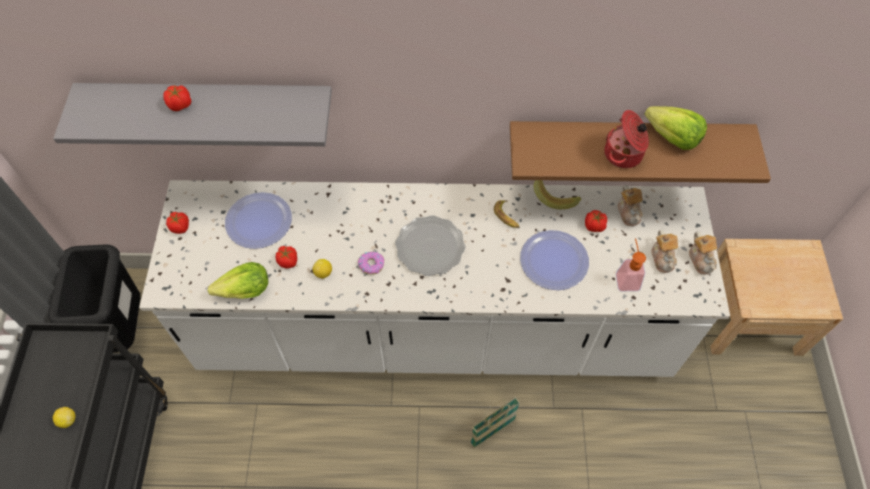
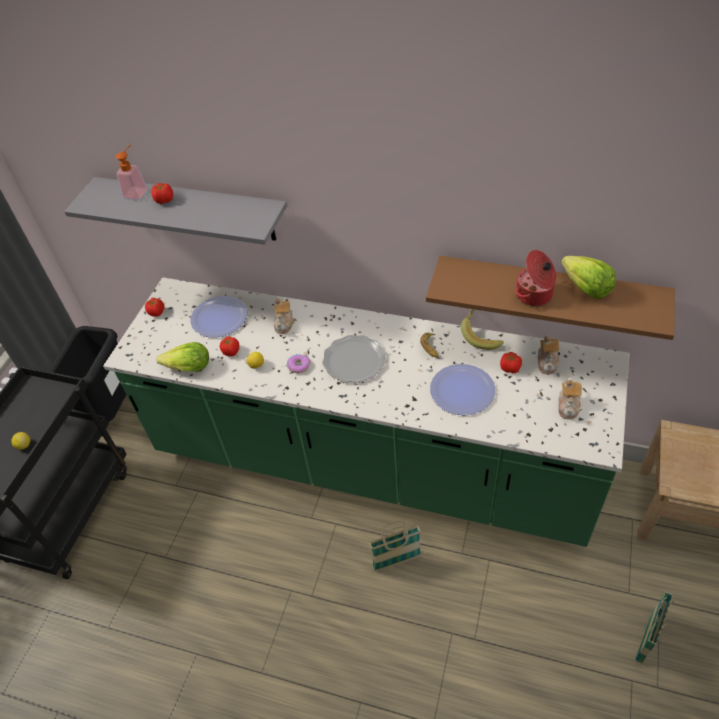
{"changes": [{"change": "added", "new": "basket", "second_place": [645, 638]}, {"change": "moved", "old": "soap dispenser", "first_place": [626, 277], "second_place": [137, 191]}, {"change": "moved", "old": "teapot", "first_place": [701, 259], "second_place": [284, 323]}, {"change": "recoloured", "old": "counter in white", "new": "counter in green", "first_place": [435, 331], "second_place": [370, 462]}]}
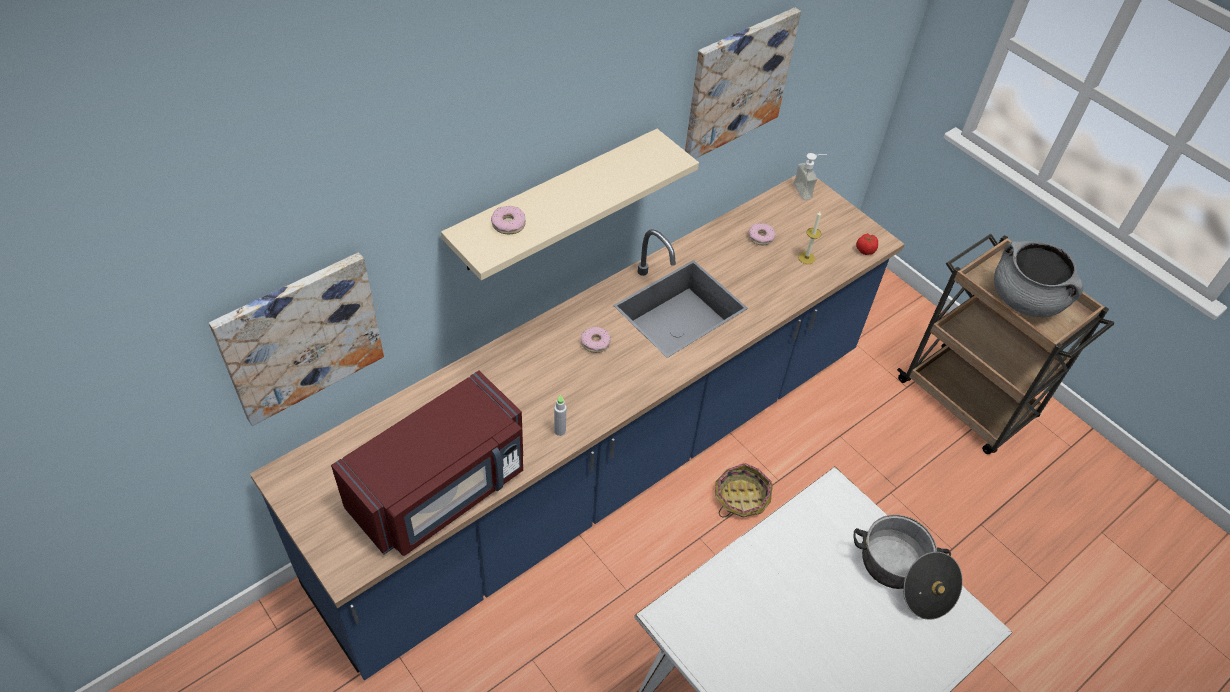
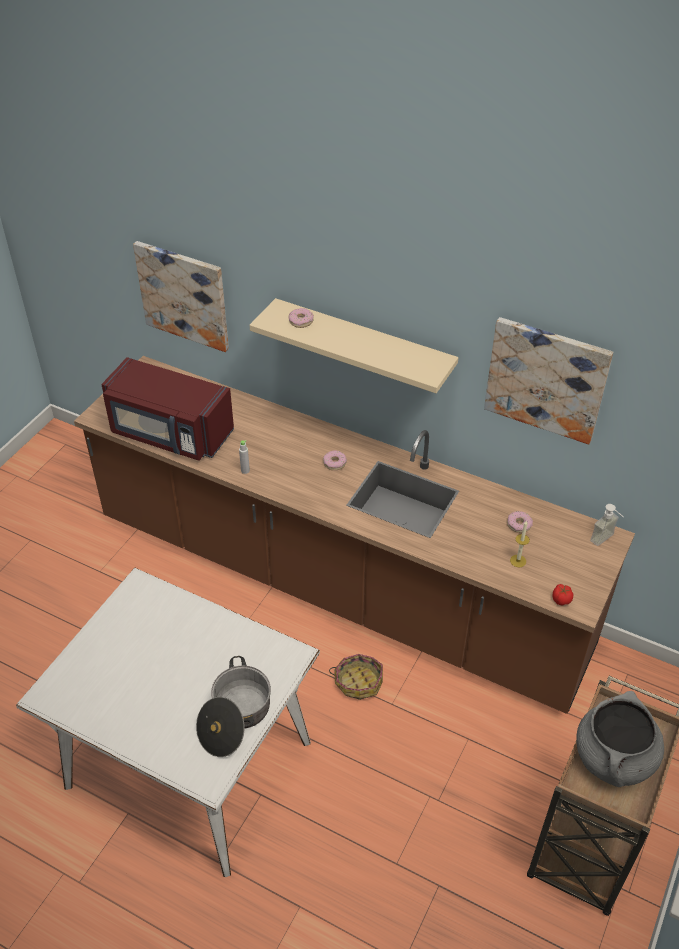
{"changes": [{"change": "recoloured", "old": "counter in blue", "new": "counter in brown", "first_place": [605, 464], "second_place": [339, 583]}]}
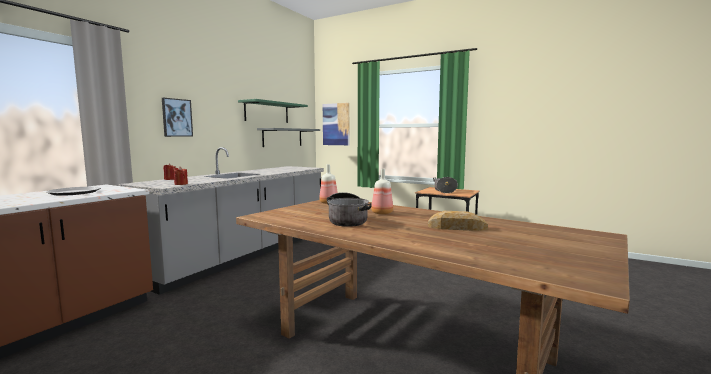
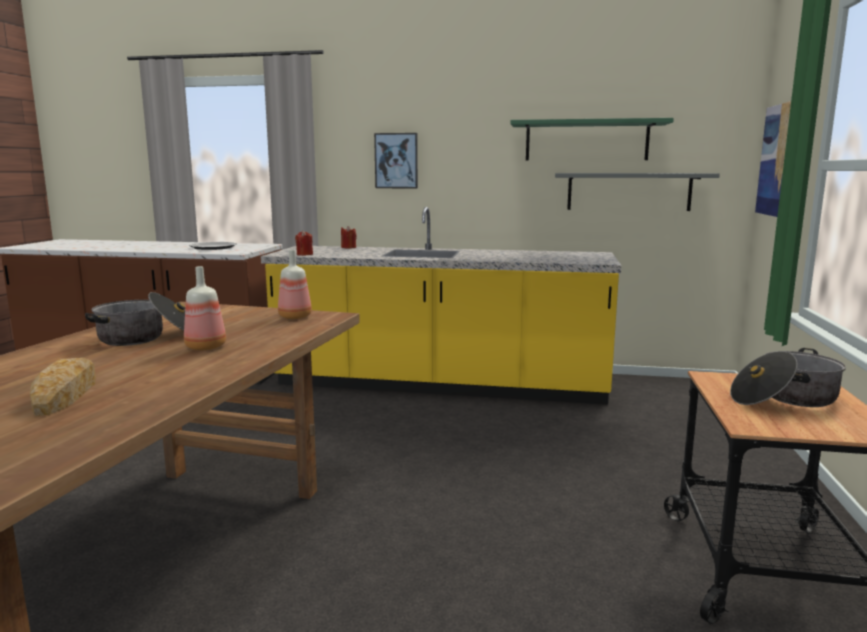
{"changes": [{"change": "recoloured", "old": "counter in grey", "new": "counter in yellow", "first_place": [245, 254], "second_place": [440, 385]}]}
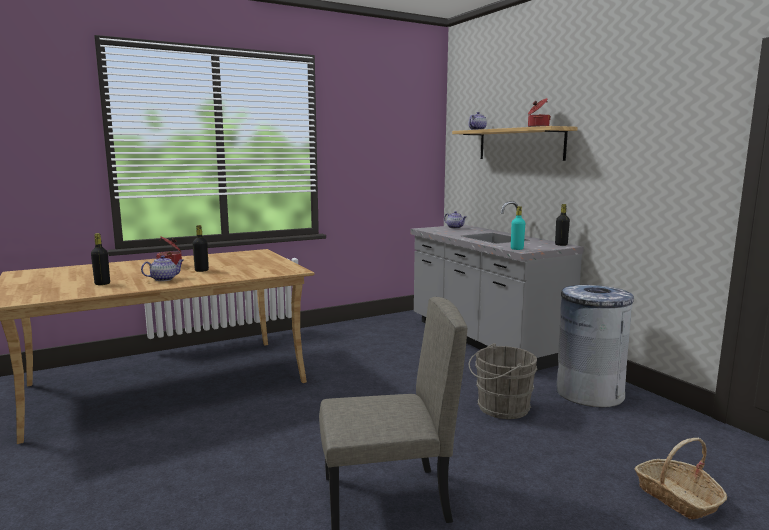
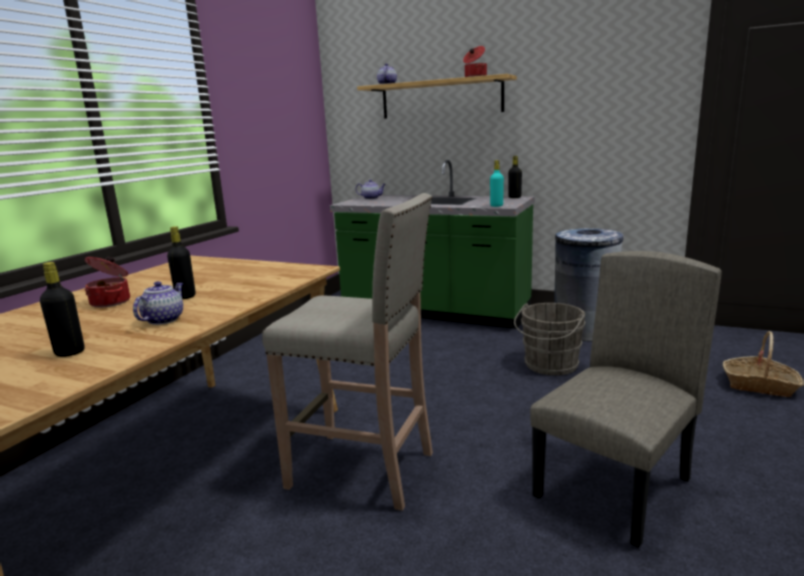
{"changes": [{"change": "added", "new": "stool in beige", "second_place": [364, 470]}, {"change": "recoloured", "old": "counter in grey", "new": "counter in green", "first_place": [483, 340], "second_place": [434, 312]}]}
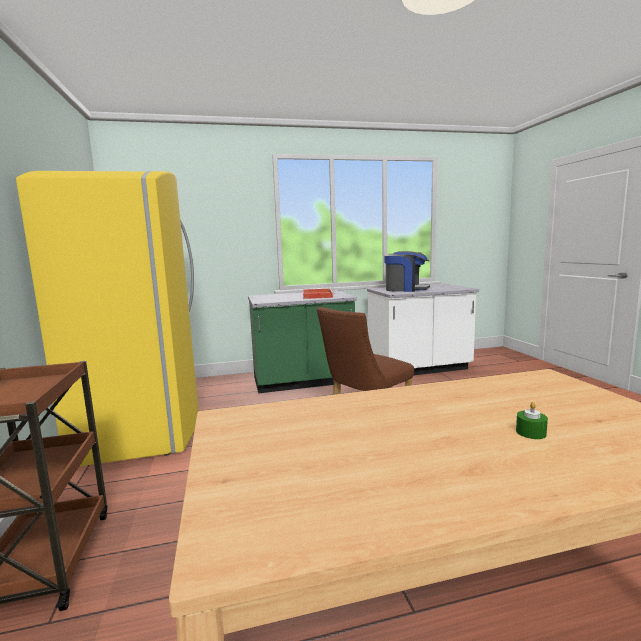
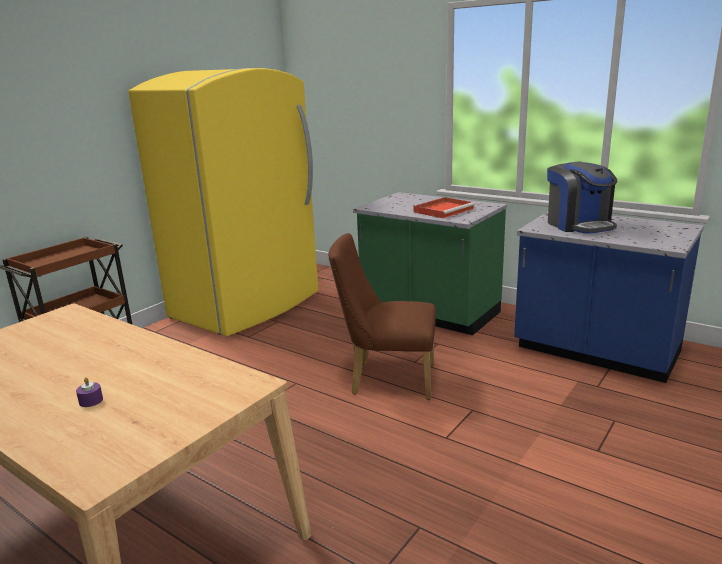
{"changes": [{"change": "recoloured", "old": "counter in white", "new": "counter in blue", "first_place": [419, 368], "second_place": [595, 352]}, {"change": "recoloured", "old": "candle in green", "new": "candle in purple", "first_place": [531, 432], "second_place": [91, 401]}]}
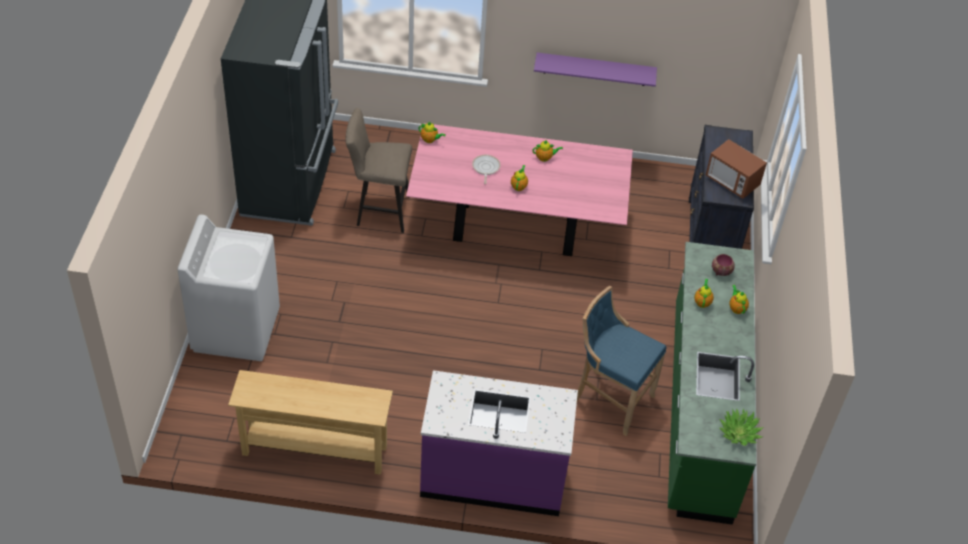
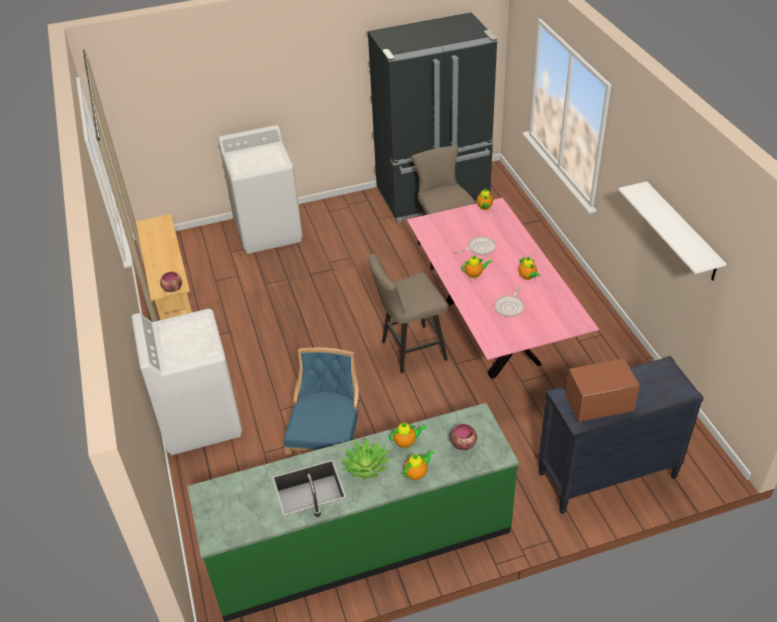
{"changes": [{"change": "removed", "old": "shelf in purple", "first_place": [595, 69]}, {"change": "added", "new": "bowl", "second_place": [173, 289]}, {"change": "added", "new": "stool in beige", "second_place": [409, 351]}, {"change": "added", "new": "frying pan", "second_place": [510, 307]}, {"change": "added", "new": "shelf in white", "second_place": [681, 232]}, {"change": "moved", "old": "potted plant", "first_place": [739, 432], "second_place": [366, 465]}, {"change": "replaced", "old": "counter in purple", "new": "washing machine in white", "first_place": [493, 476], "second_place": [200, 419]}, {"change": "turned", "old": "microwave", "first_place": [732, 182], "second_place": [598, 404], "degrees": 60}]}
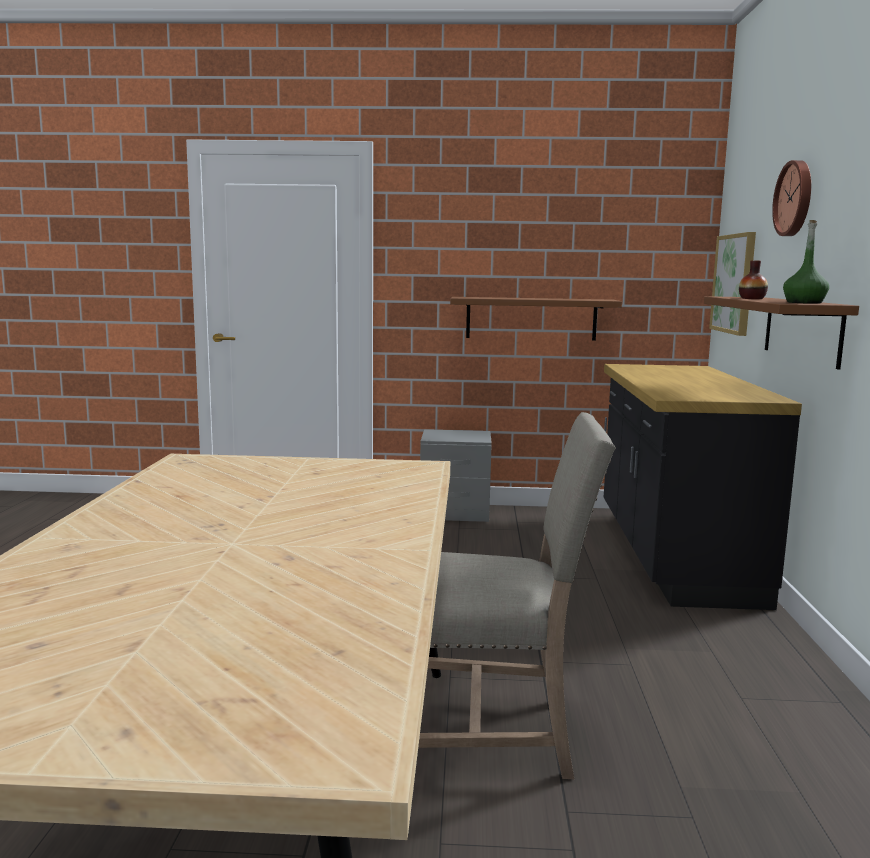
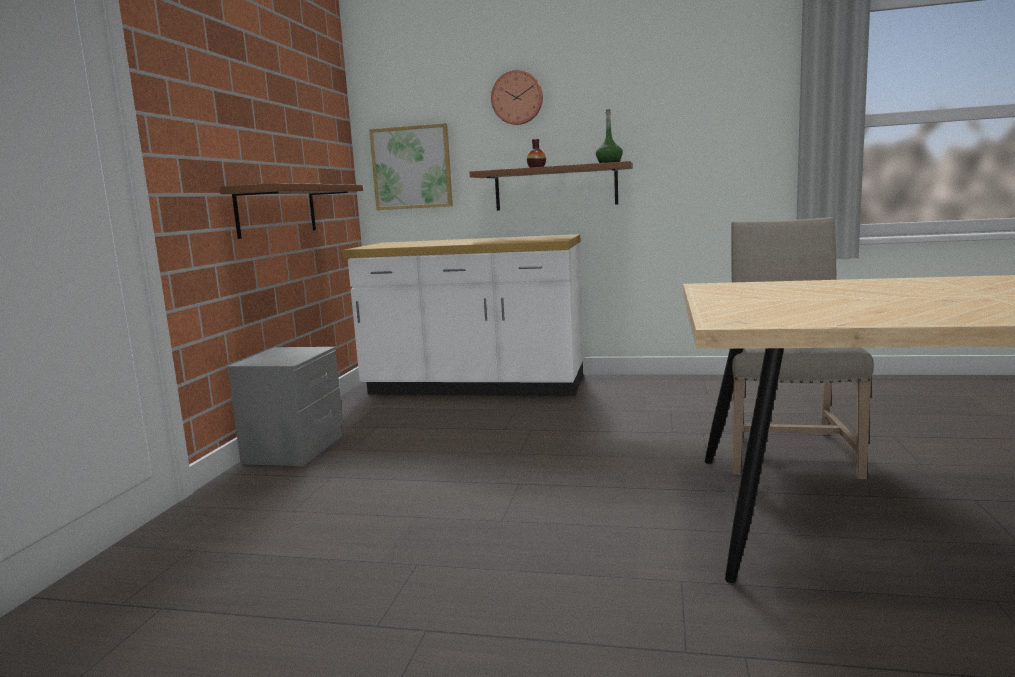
{"changes": [{"change": "recoloured", "old": "counter in black", "new": "counter in white", "first_place": [672, 555], "second_place": [474, 387]}]}
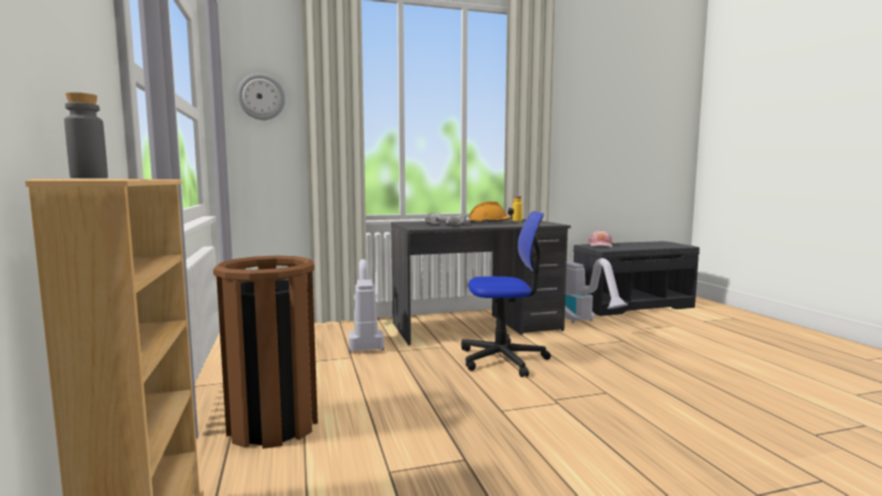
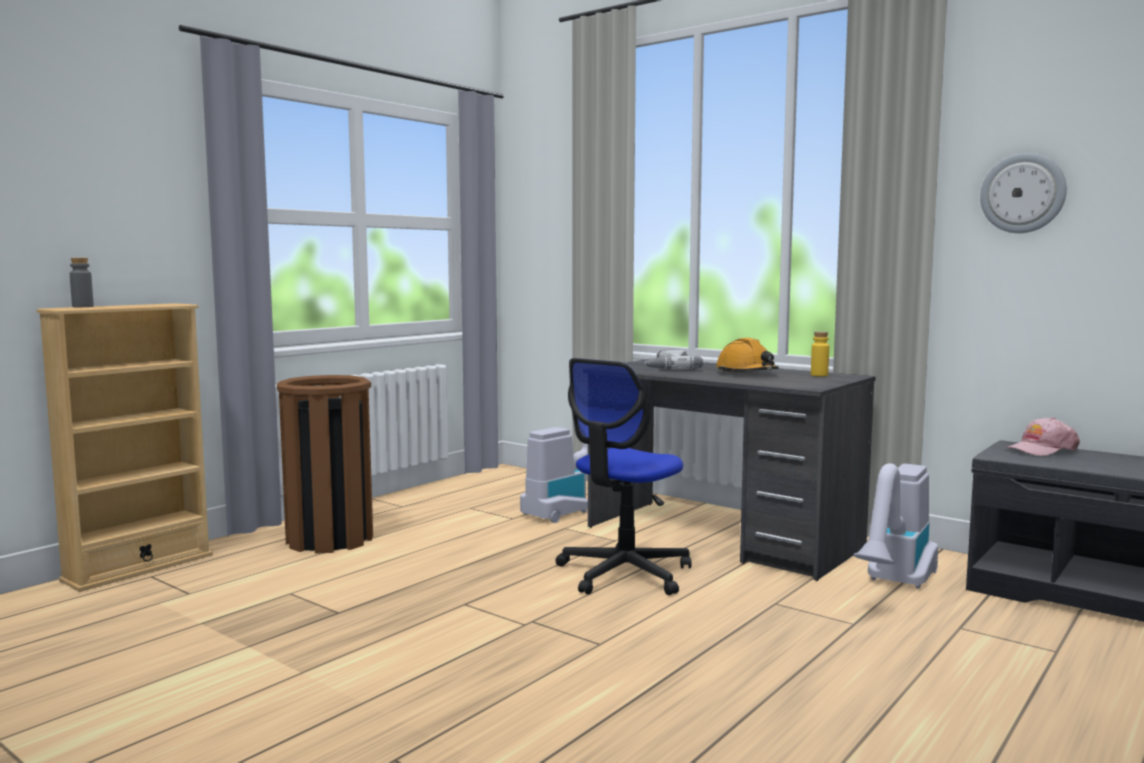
{"changes": [{"change": "moved", "old": "wall clock", "first_place": [261, 97], "second_place": [1022, 193]}, {"change": "turned", "old": "office chair", "first_place": [503, 359], "second_place": [624, 574], "degrees": 75}]}
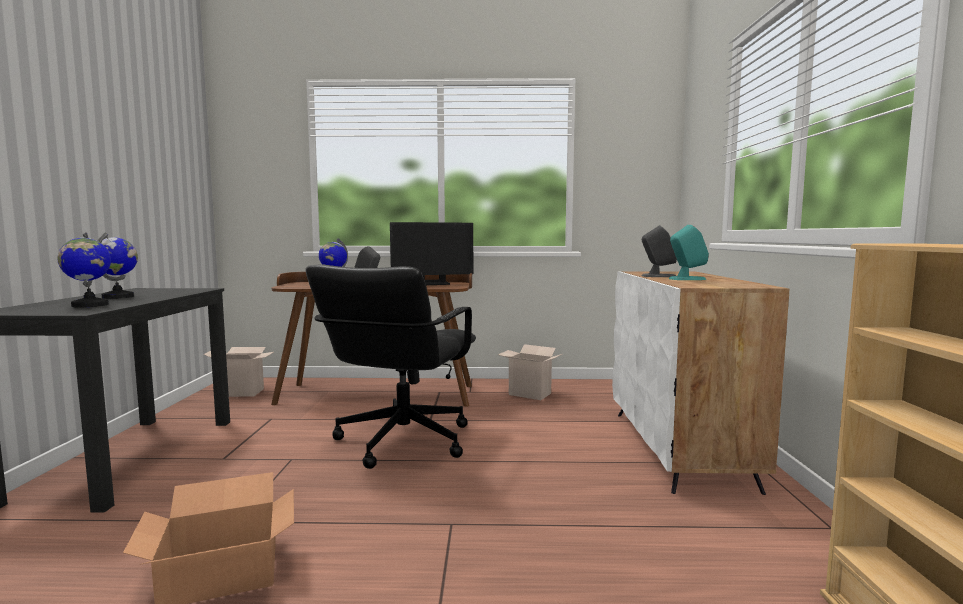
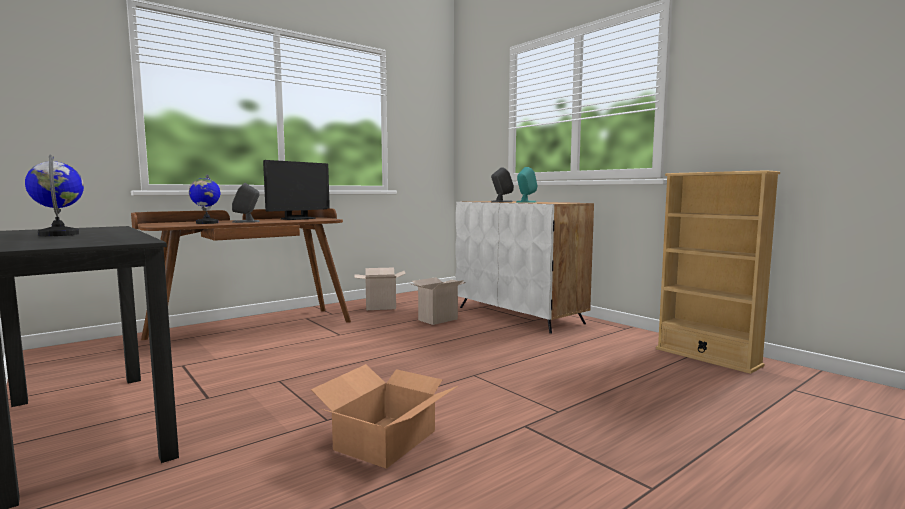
{"changes": [{"change": "removed", "old": "globe", "first_place": [89, 305]}, {"change": "removed", "old": "office chair in black", "first_place": [401, 441]}, {"change": "moved", "old": "cardboard box", "first_place": [243, 392], "second_place": [438, 319]}]}
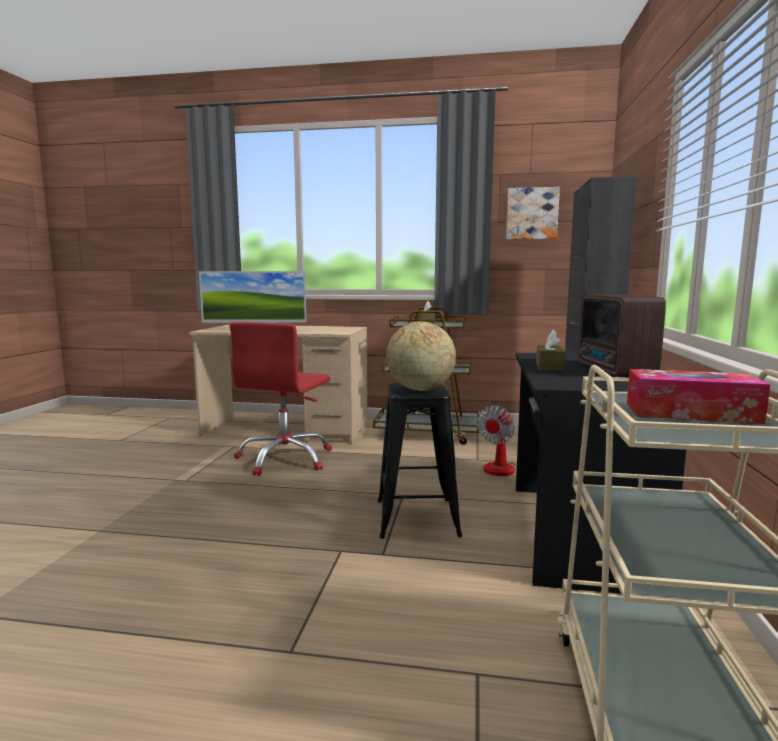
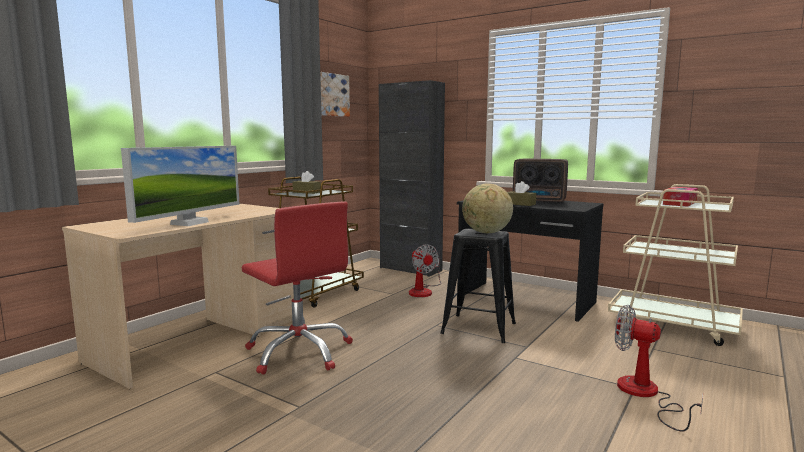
{"changes": [{"change": "added", "new": "fan", "second_place": [645, 395]}]}
